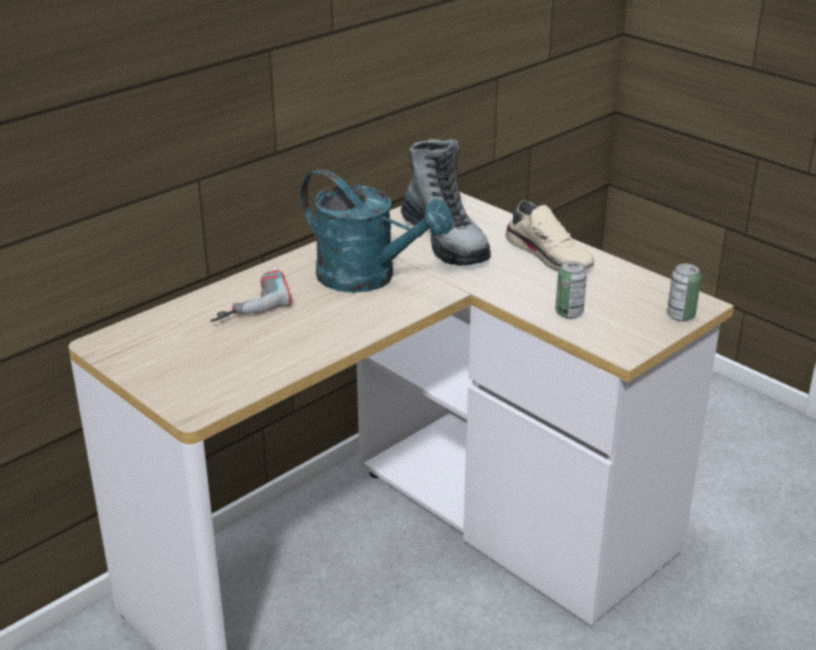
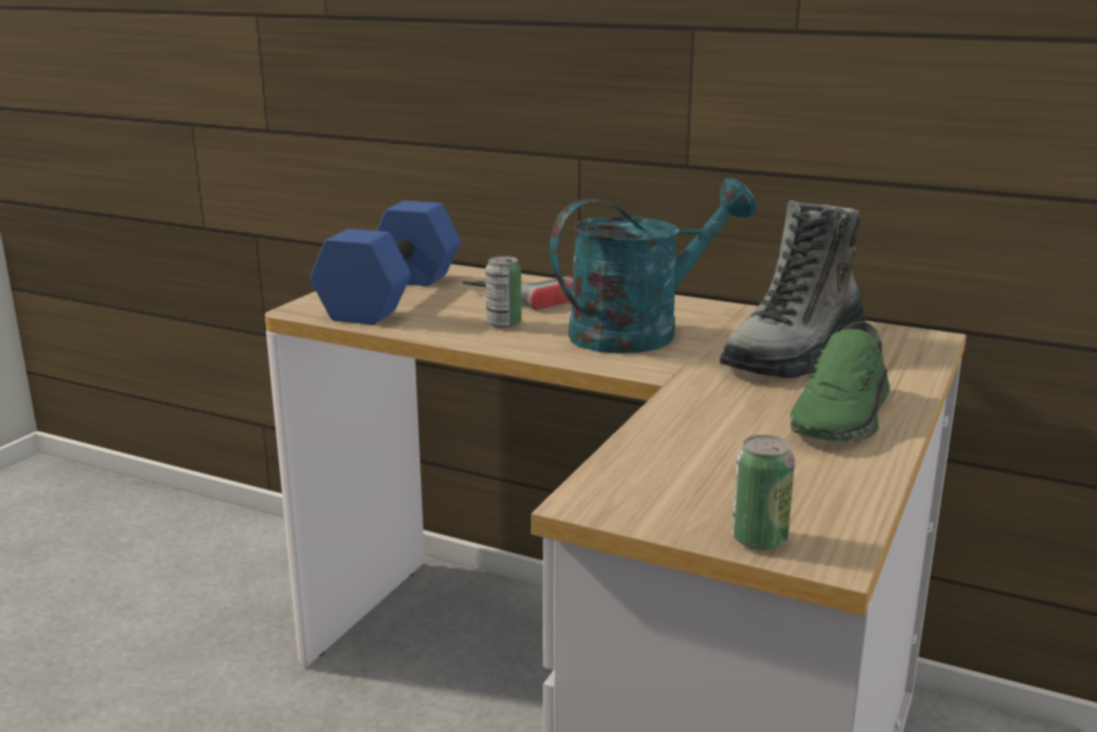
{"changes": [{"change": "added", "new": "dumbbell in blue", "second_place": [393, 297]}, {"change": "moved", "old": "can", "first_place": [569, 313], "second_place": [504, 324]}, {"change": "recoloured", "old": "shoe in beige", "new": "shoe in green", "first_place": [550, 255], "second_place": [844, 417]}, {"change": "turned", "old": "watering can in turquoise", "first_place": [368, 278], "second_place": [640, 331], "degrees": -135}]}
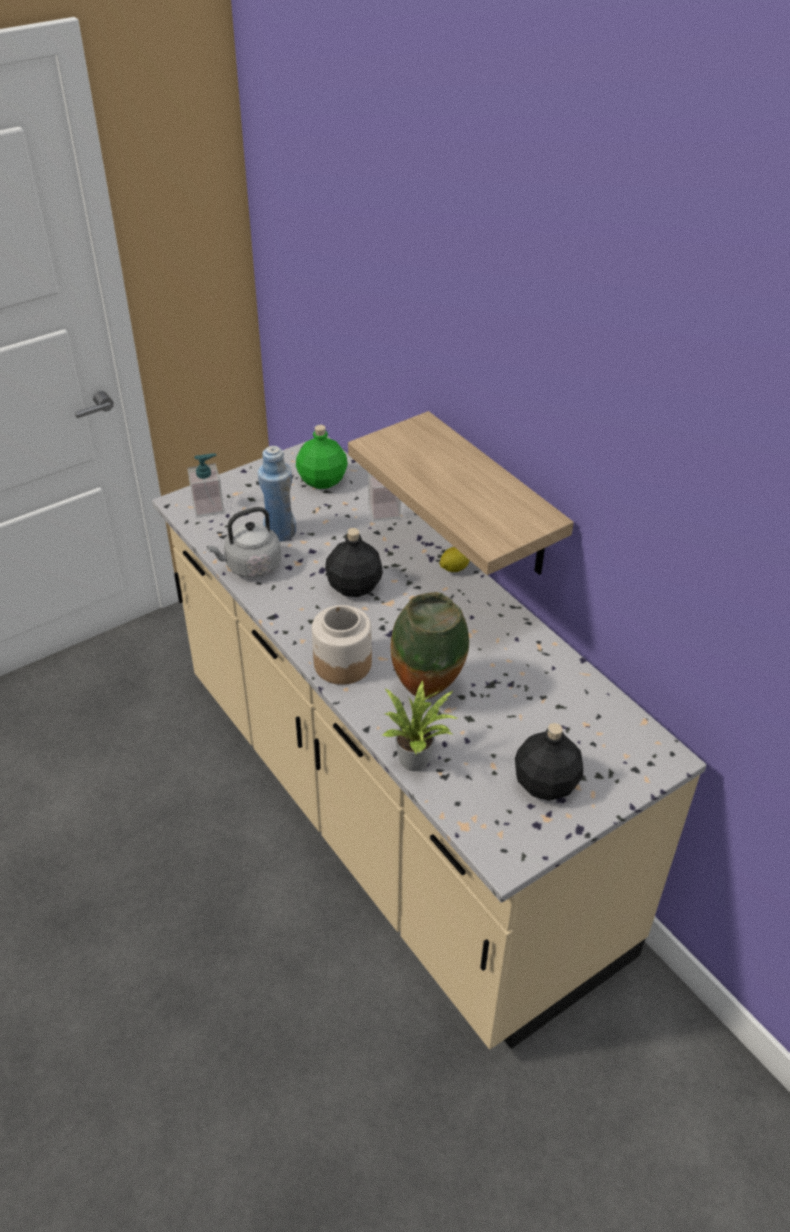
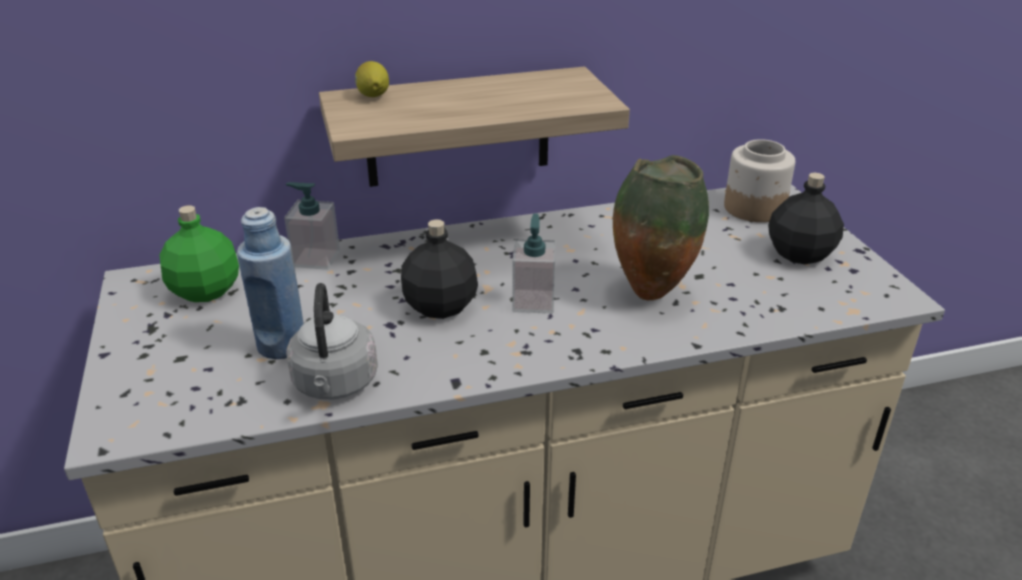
{"changes": [{"change": "removed", "old": "potted plant", "first_place": [418, 759]}, {"change": "moved", "old": "soap dispenser", "first_place": [208, 507], "second_place": [533, 301]}, {"change": "moved", "old": "jar", "first_place": [342, 663], "second_place": [753, 208]}, {"change": "moved", "old": "lemon", "first_place": [453, 569], "second_place": [373, 96]}]}
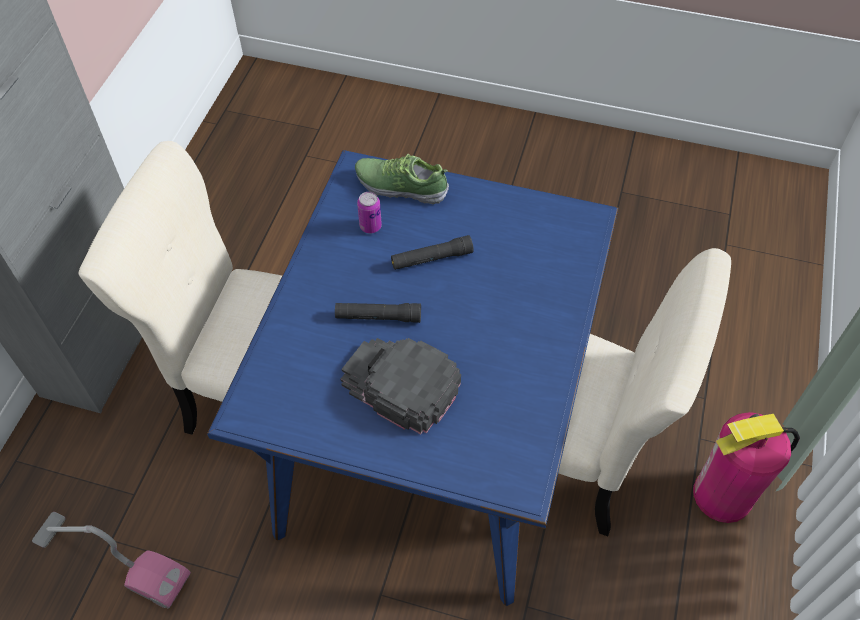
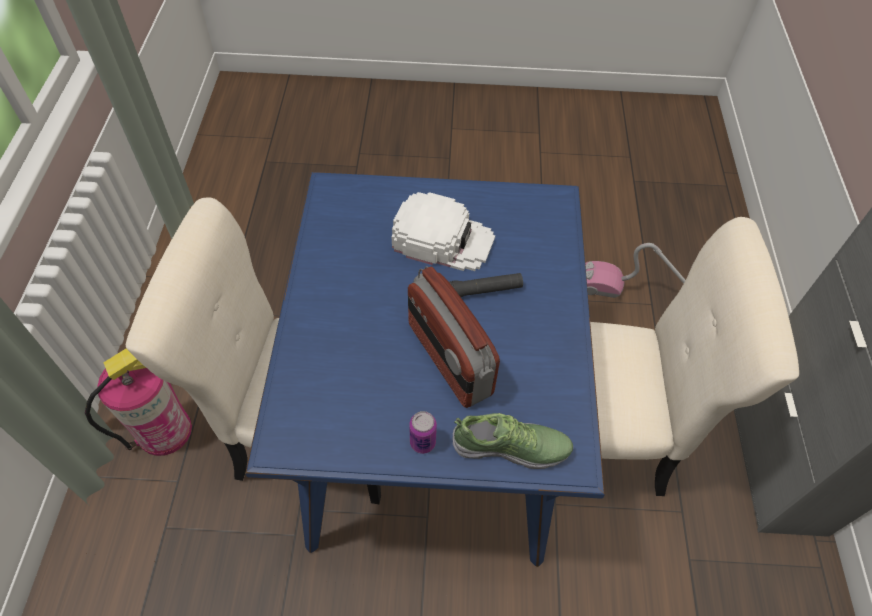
{"changes": [{"change": "moved", "old": "can", "first_place": [370, 226], "second_place": [422, 442]}, {"change": "replaced", "old": "flashlight in black", "new": "radio", "first_place": [431, 258], "second_place": [448, 359]}, {"change": "recoloured", "old": "cap in black", "new": "cap in white", "first_place": [399, 385], "second_place": [443, 238]}]}
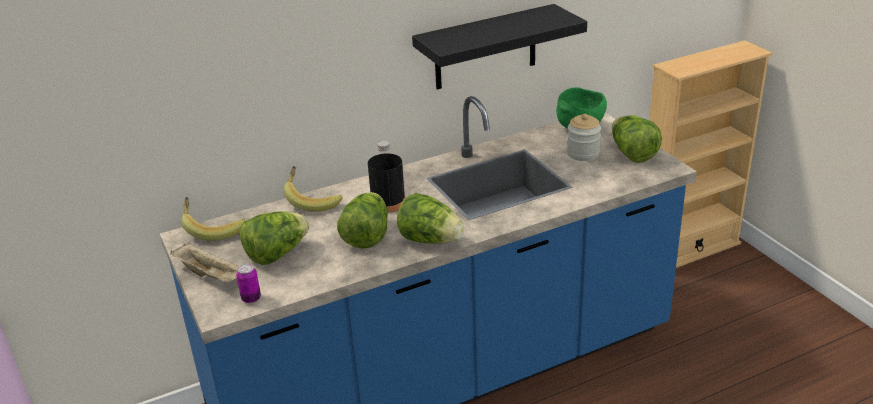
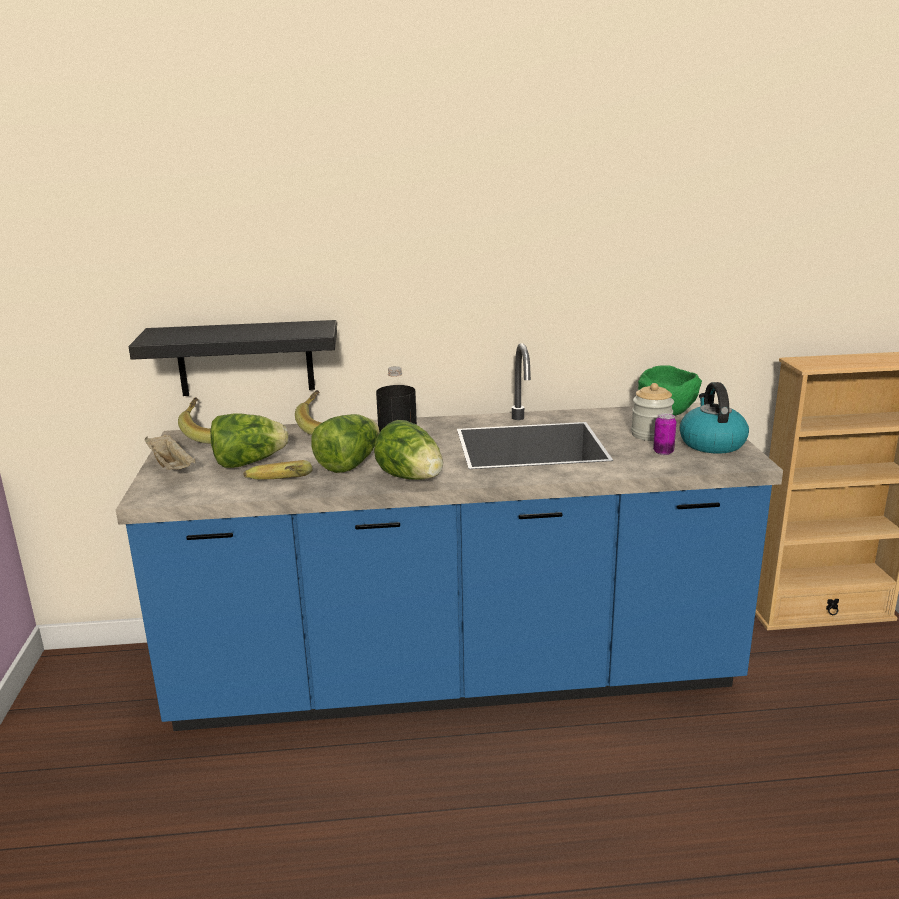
{"changes": [{"change": "added", "new": "banana", "second_place": [278, 488]}, {"change": "moved", "old": "can", "first_place": [251, 298], "second_place": [663, 452]}, {"change": "moved", "old": "shelf in black", "first_place": [485, 48], "second_place": [245, 358]}, {"change": "replaced", "old": "lettuce", "new": "kettle", "first_place": [632, 154], "second_place": [711, 443]}]}
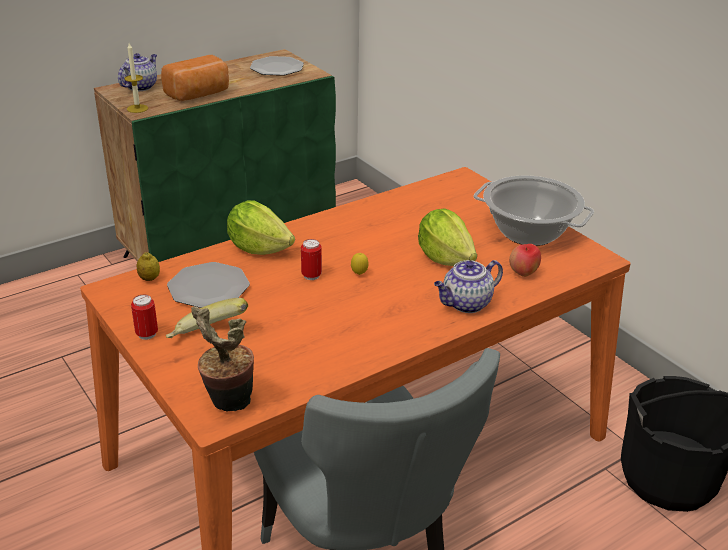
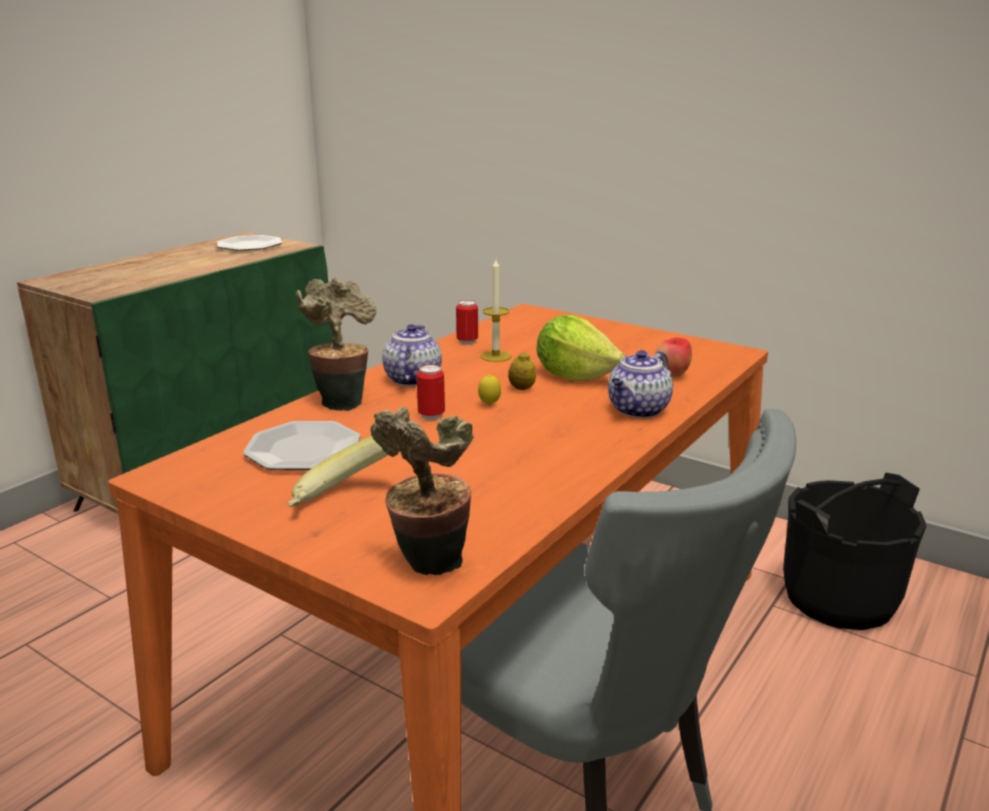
{"changes": [{"change": "removed", "old": "bread", "first_place": [199, 94]}, {"change": "removed", "old": "cooking pot", "first_place": [529, 232]}, {"change": "moved", "old": "teapot", "first_place": [140, 86], "second_place": [412, 379]}, {"change": "moved", "old": "candle", "first_place": [137, 108], "second_place": [495, 356]}, {"change": "moved", "old": "can", "first_place": [147, 334], "second_place": [467, 342]}, {"change": "moved", "old": "lemon", "first_place": [149, 279], "second_place": [521, 388]}, {"change": "replaced", "old": "lettuce", "new": "potted plant", "first_place": [259, 248], "second_place": [341, 401]}]}
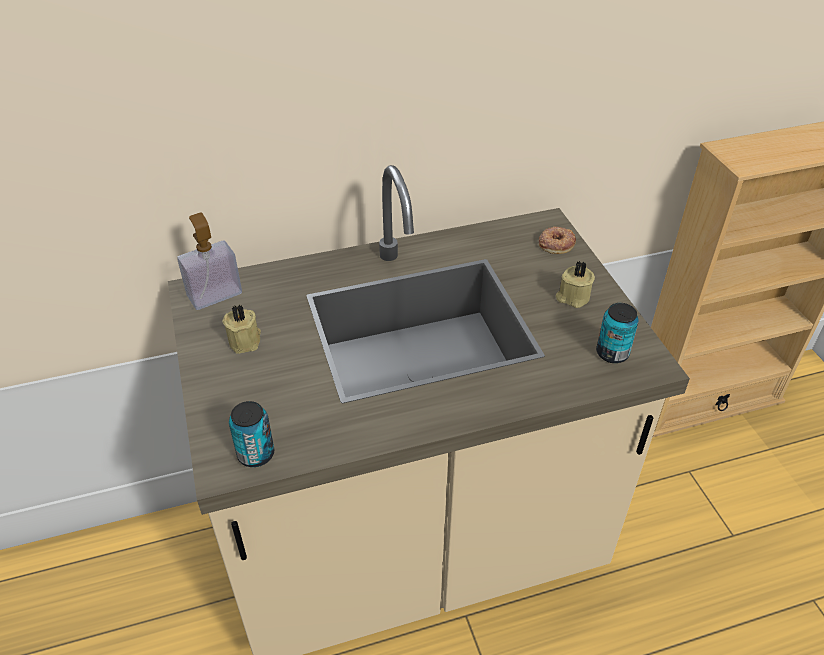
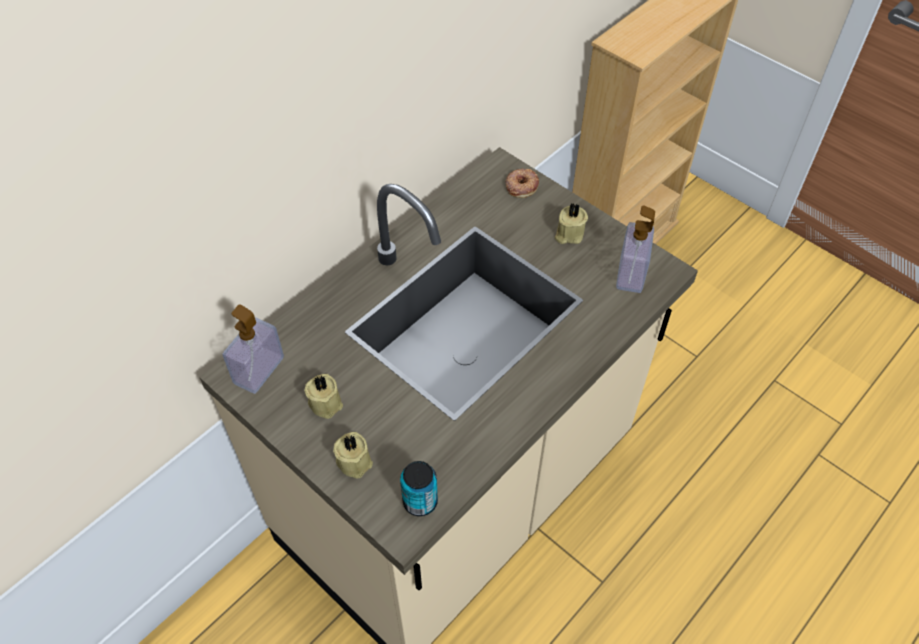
{"changes": [{"change": "added", "new": "candle in beige", "second_place": [355, 460]}, {"change": "replaced", "old": "can", "new": "soap dispenser", "first_place": [612, 353], "second_place": [631, 274]}]}
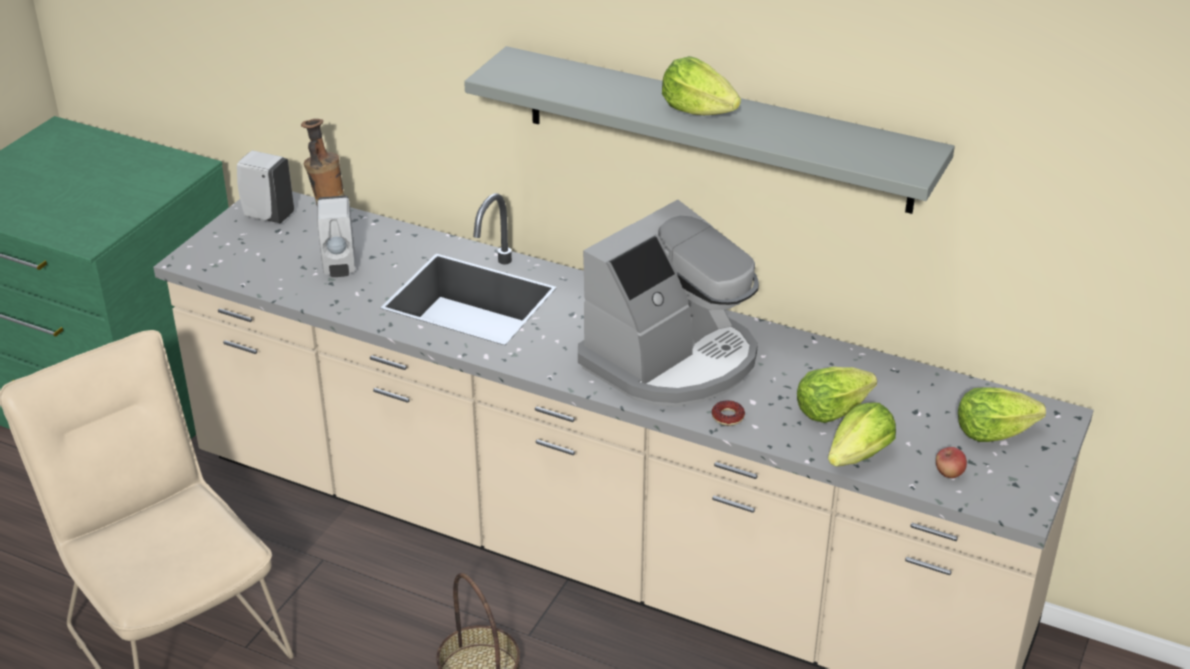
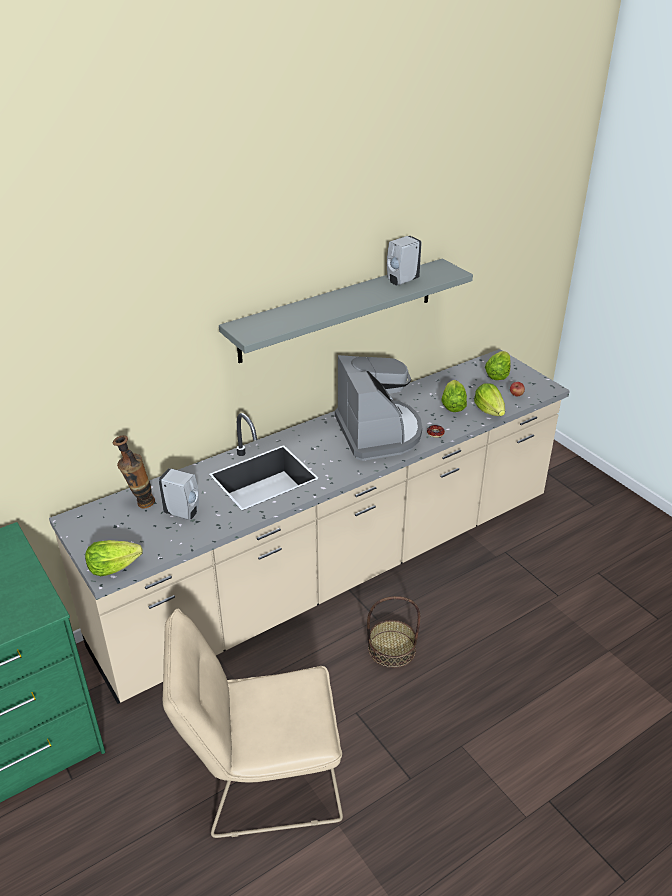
{"changes": [{"change": "moved", "old": "soap dispenser in white", "first_place": [267, 216], "second_place": [401, 281]}, {"change": "moved", "old": "lettuce", "first_place": [697, 111], "second_place": [113, 567]}]}
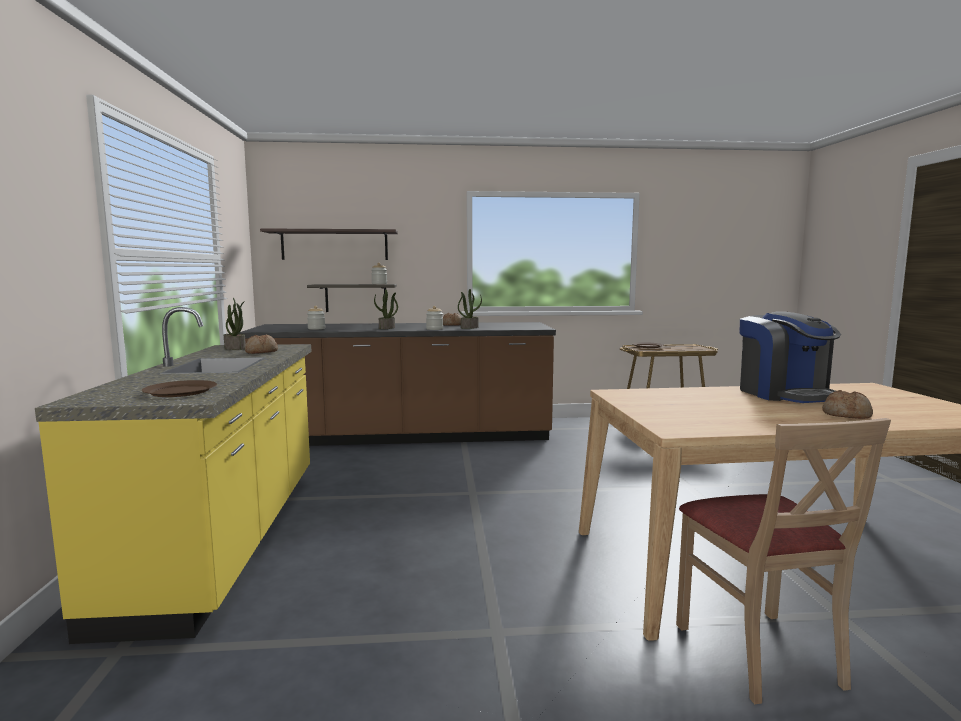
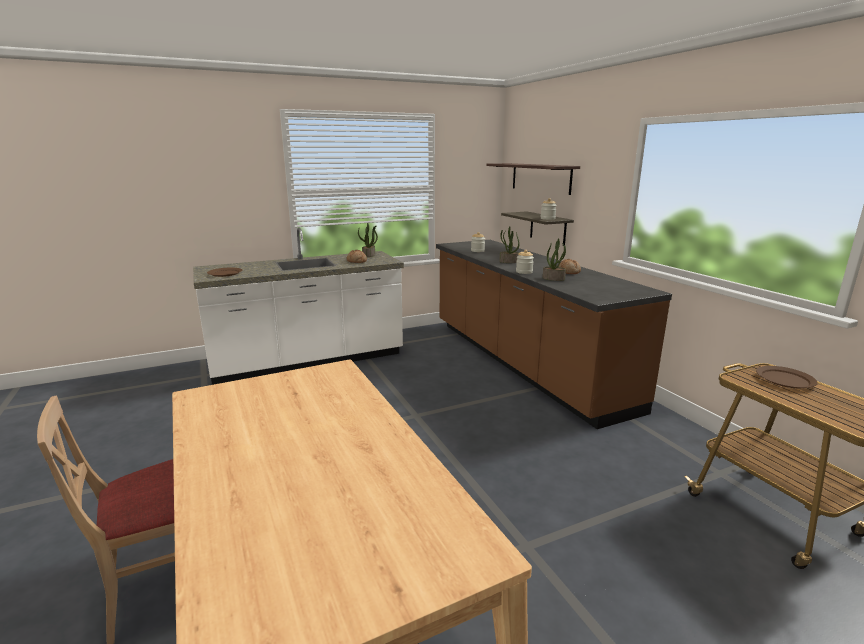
{"changes": [{"change": "removed", "old": "coffee machine", "first_place": [784, 394]}, {"change": "removed", "old": "bread", "first_place": [847, 414]}, {"change": "recoloured", "old": "counter in yellow", "new": "counter in white", "first_place": [226, 538], "second_place": [308, 361]}]}
